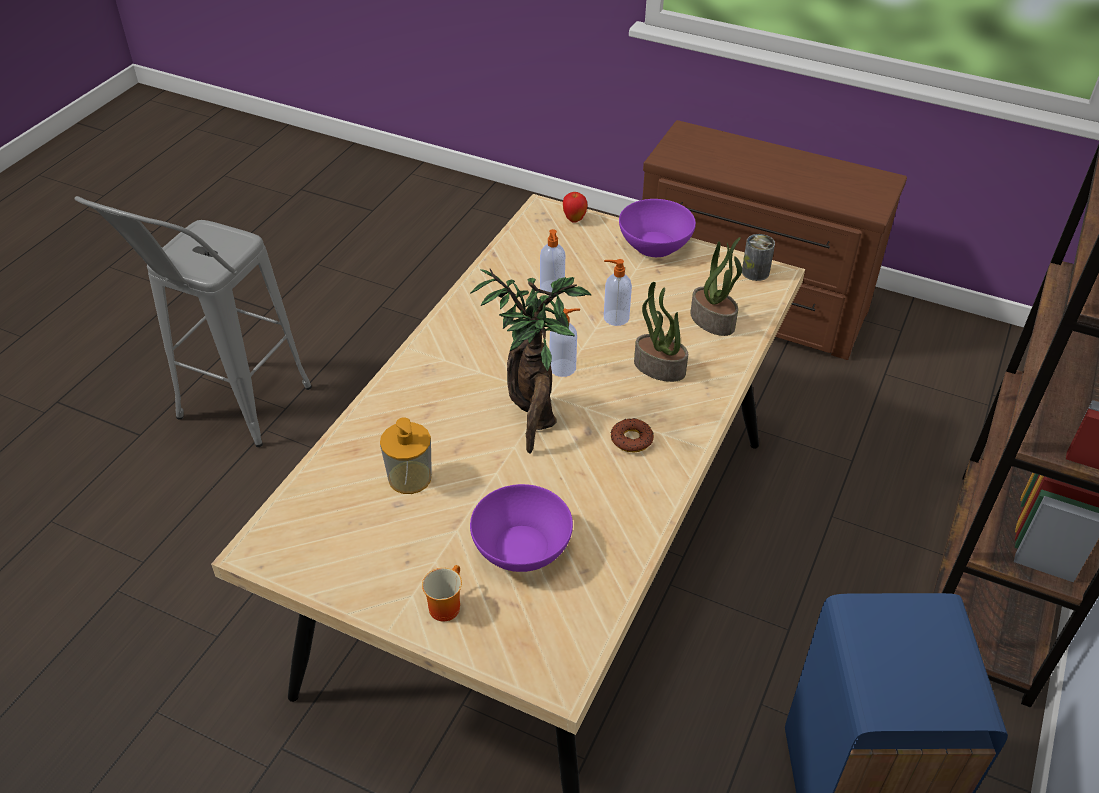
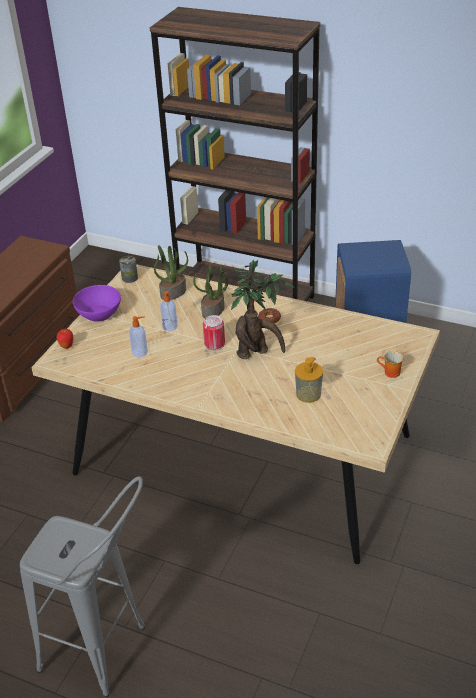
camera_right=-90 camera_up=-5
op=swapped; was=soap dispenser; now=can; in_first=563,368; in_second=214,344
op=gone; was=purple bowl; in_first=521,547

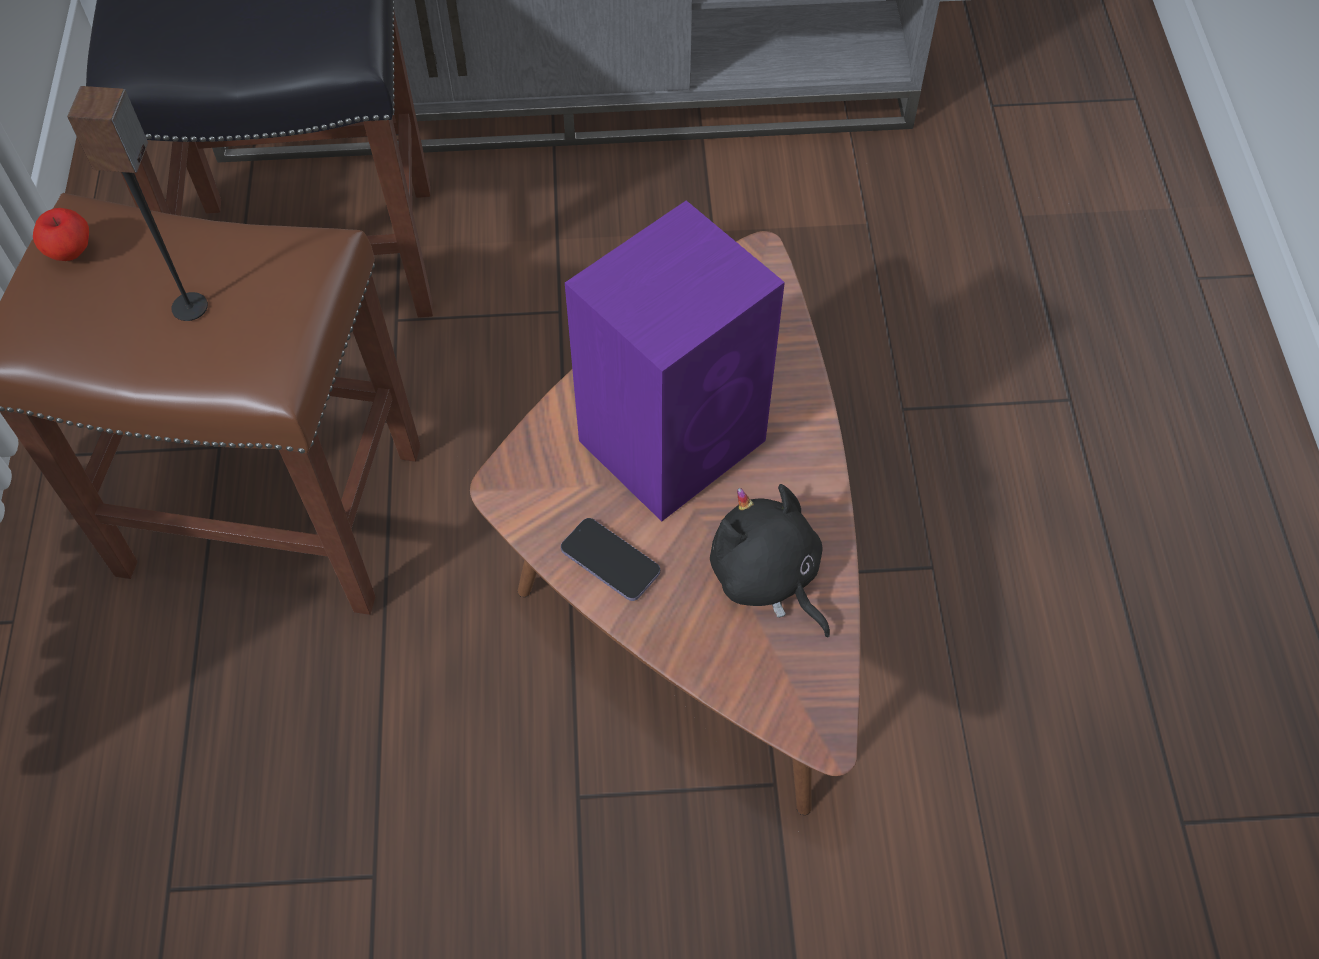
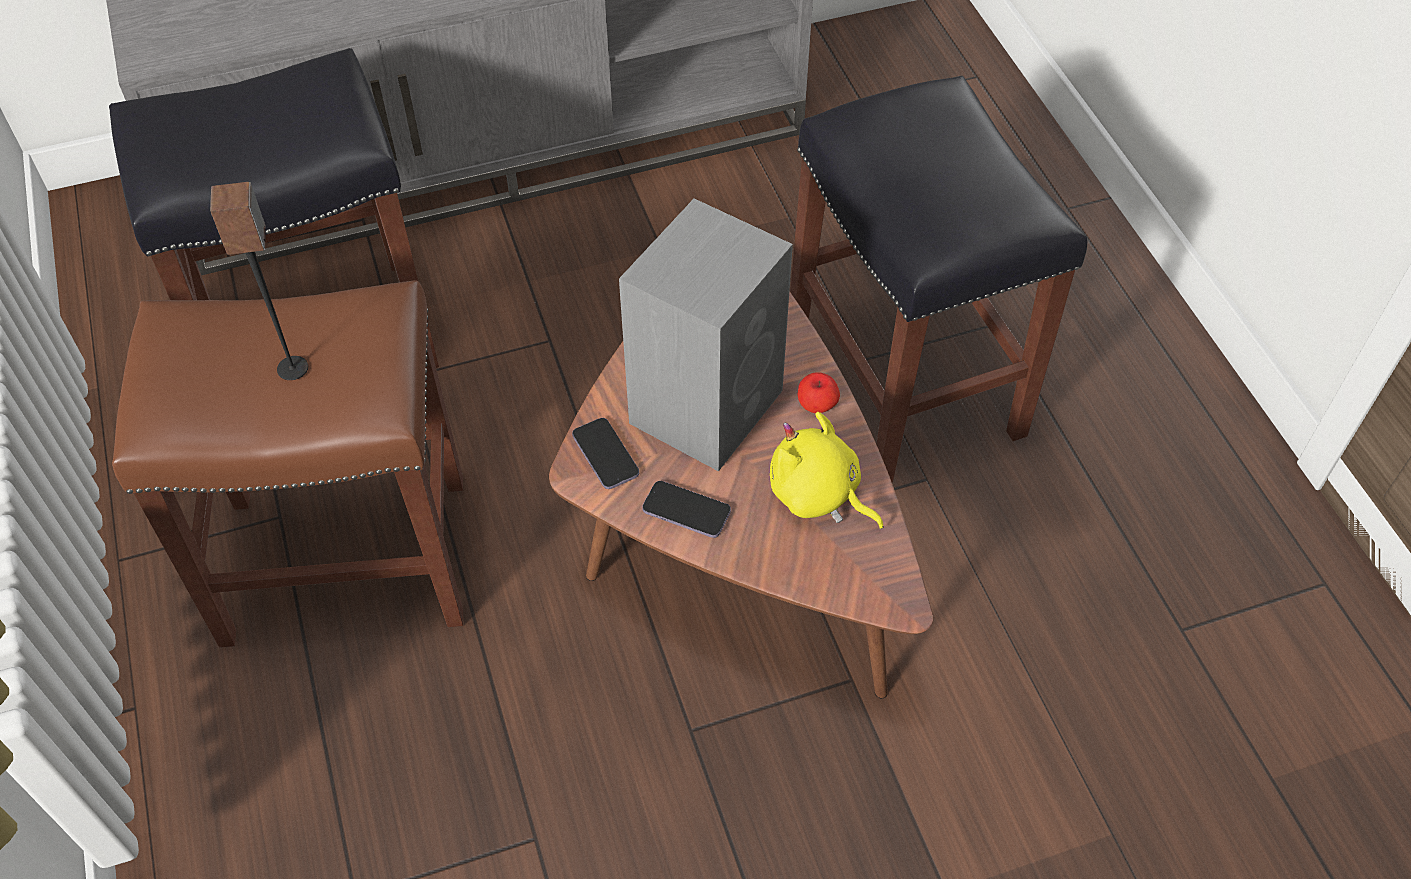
camera_right=-15 camera_up=-5
op=new; now=phone; in_second=605,455
op=repainted; was=purple speaker; now=grey speaker; in_first=675,438; in_second=708,404
op=repainted; was=black plush toy; now=yellow plush toy; in_first=767,577; in_second=818,495
op=new; now=black stool; in_second=906,383
op=shifted; was=apple; in_first=71,252; in_second=817,405

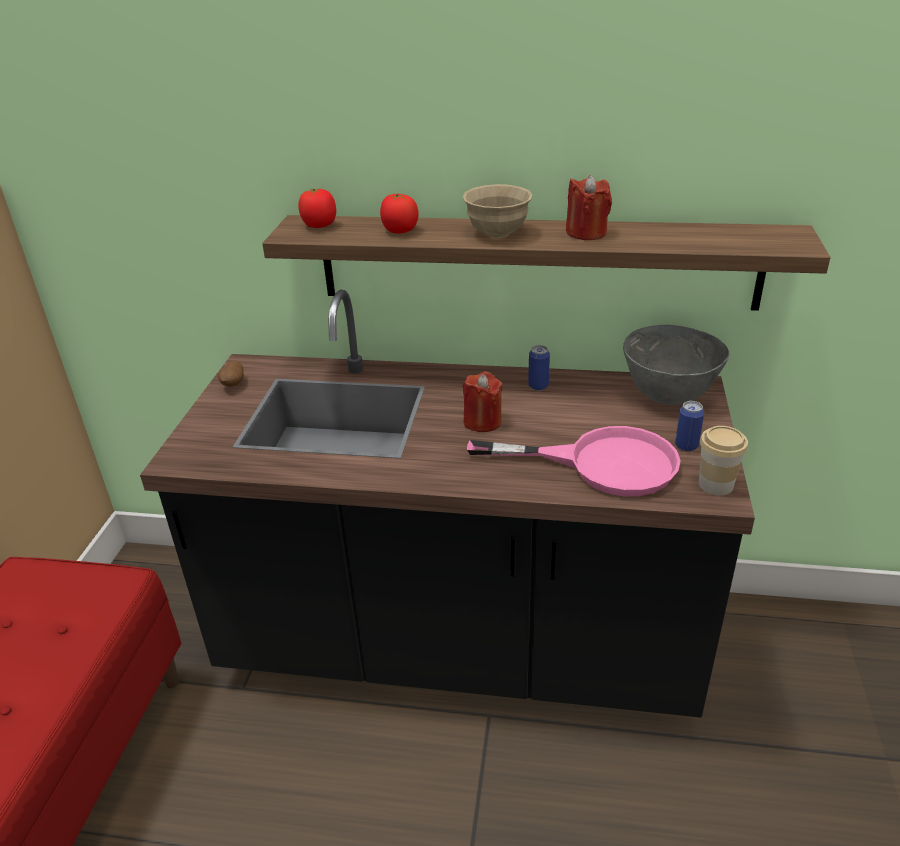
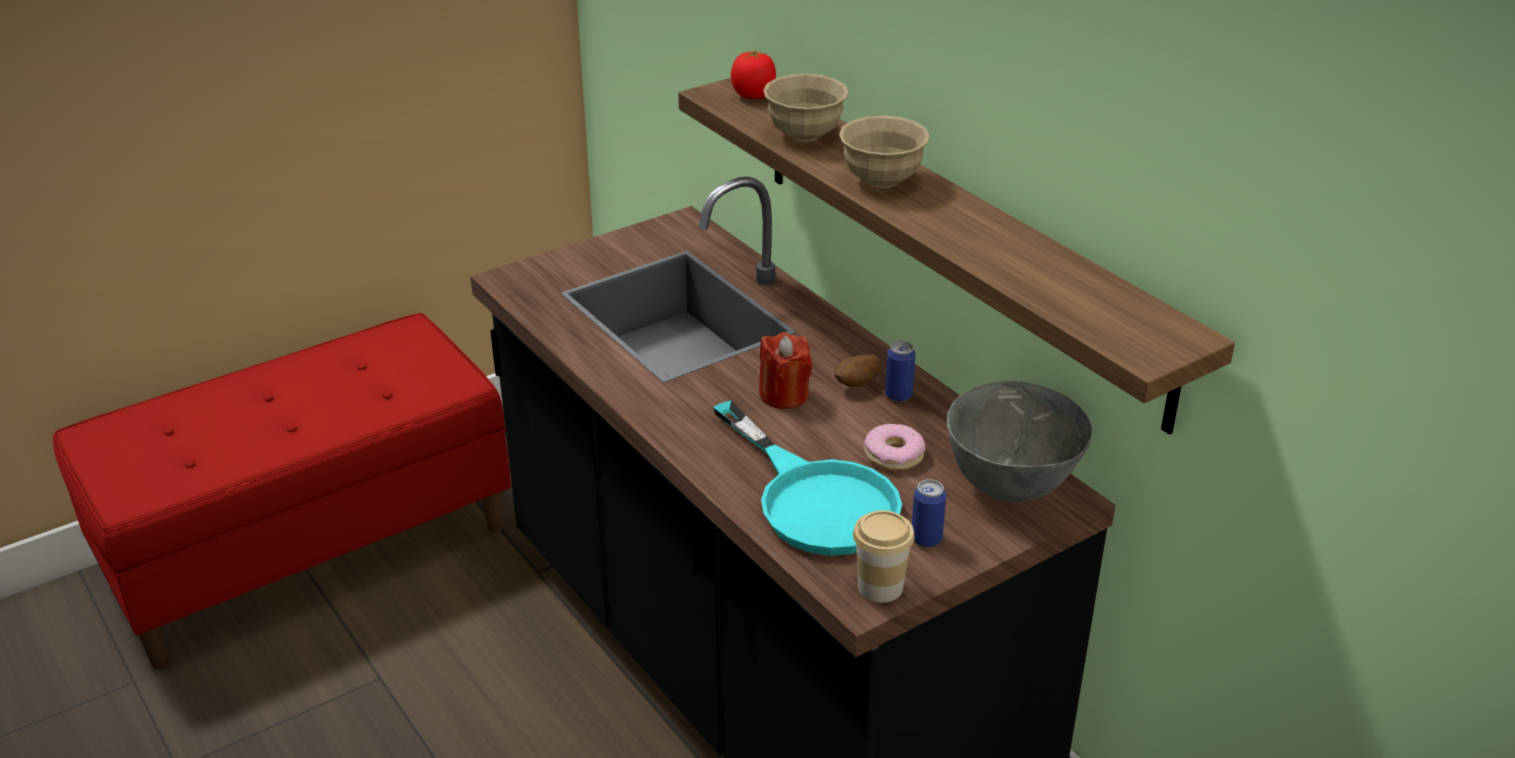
camera_right=45 camera_up=0
op=repainted; was=pink frying pan; now=turquoise frying pan; in_first=601,463; in_second=815,498
op=swapped; was=tomato; now=beige bowl; in_first=400,231; in_second=805,135
op=shifted; was=potato; in_first=234,384; in_second=857,384
op=new; now=donut; in_second=893,455
op=gone; was=red candle; in_first=586,233

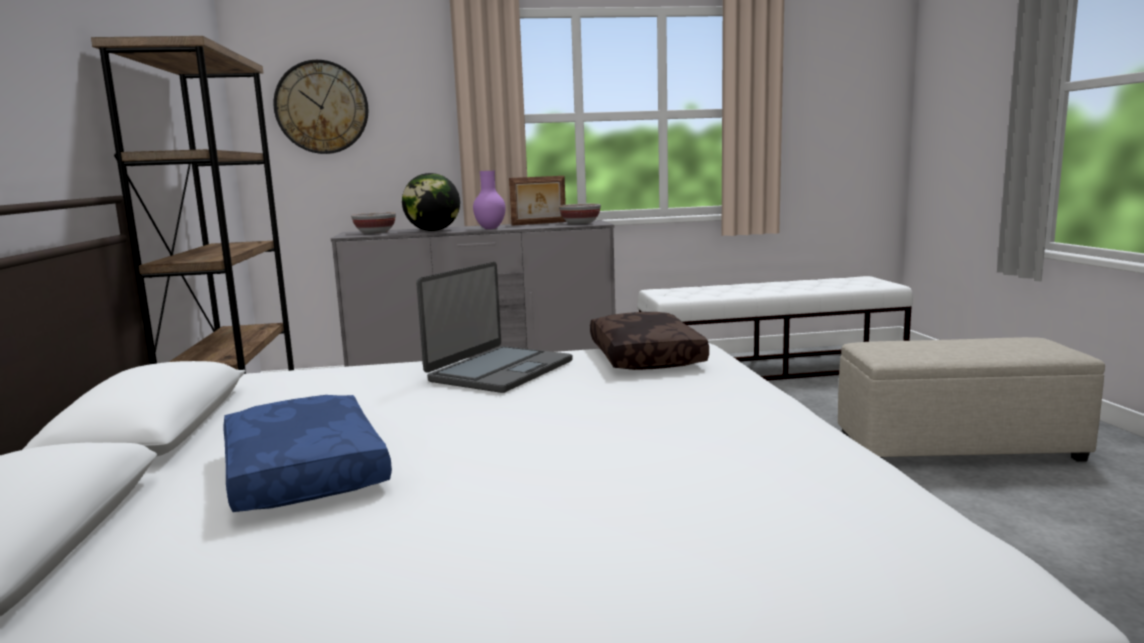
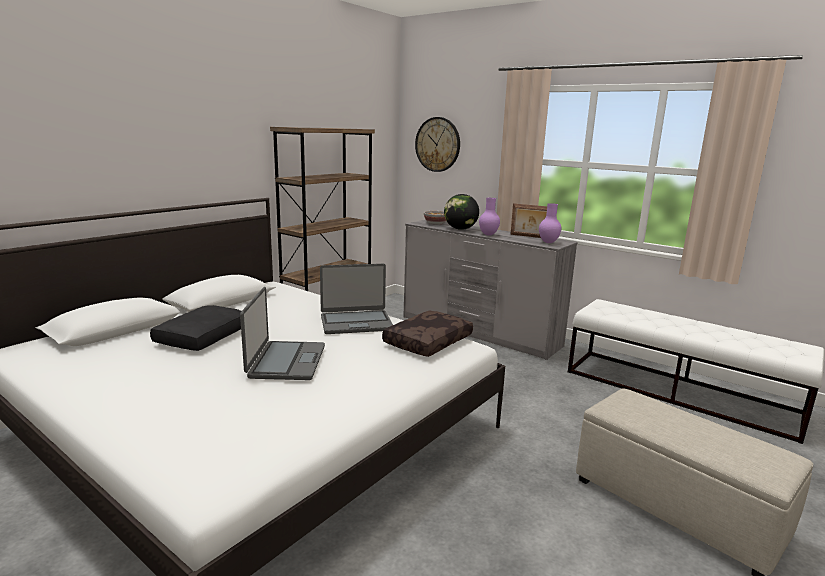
camera_right=45 camera_up=5
op=repainted; was=blue pillow; now=black pillow; in_first=300,472; in_second=203,336
op=new; now=laptop; in_second=286,361
op=swapped; was=bowl; now=purple vase; in_first=580,223; in_second=548,242

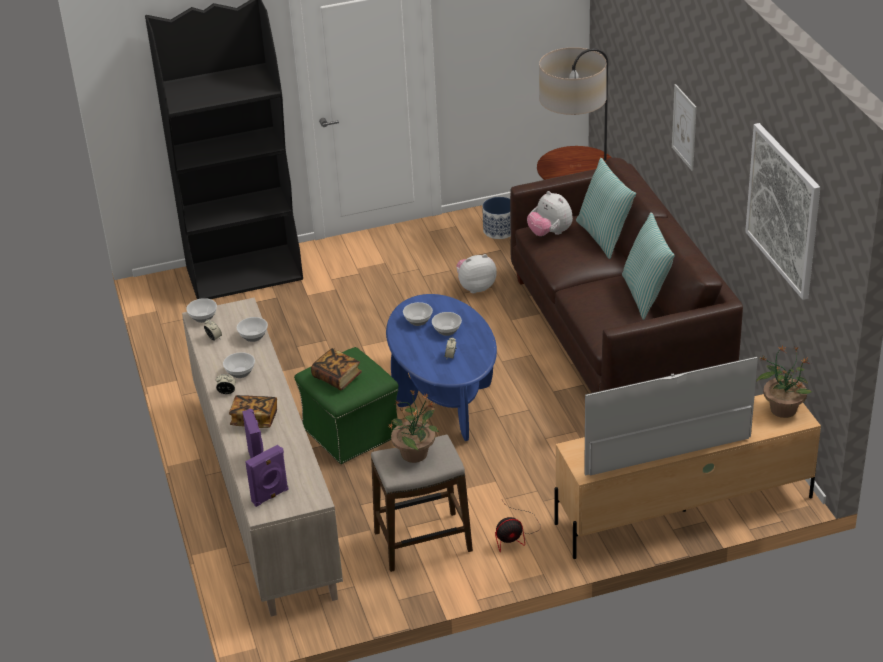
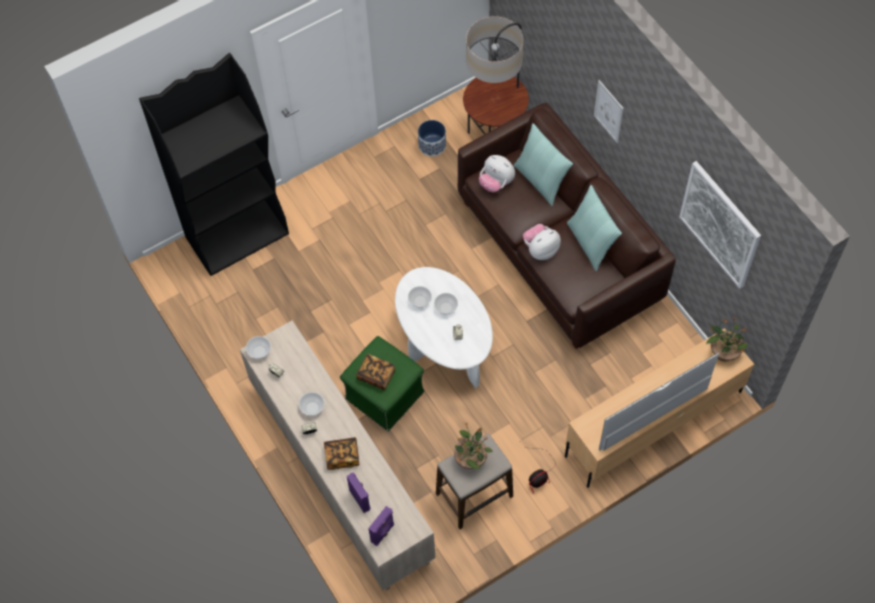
camera_right=-15 camera_up=25
op=repainted; was=blue coffee table; now=white coffee table; in_first=444,396; in_second=444,343
op=shifted; was=plush toy; in_first=476,287; in_second=540,249
op=gone; was=bowl; in_first=253,336

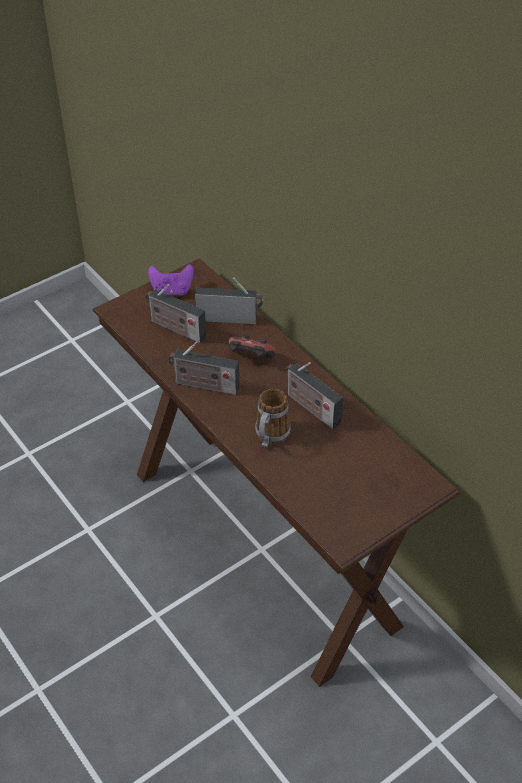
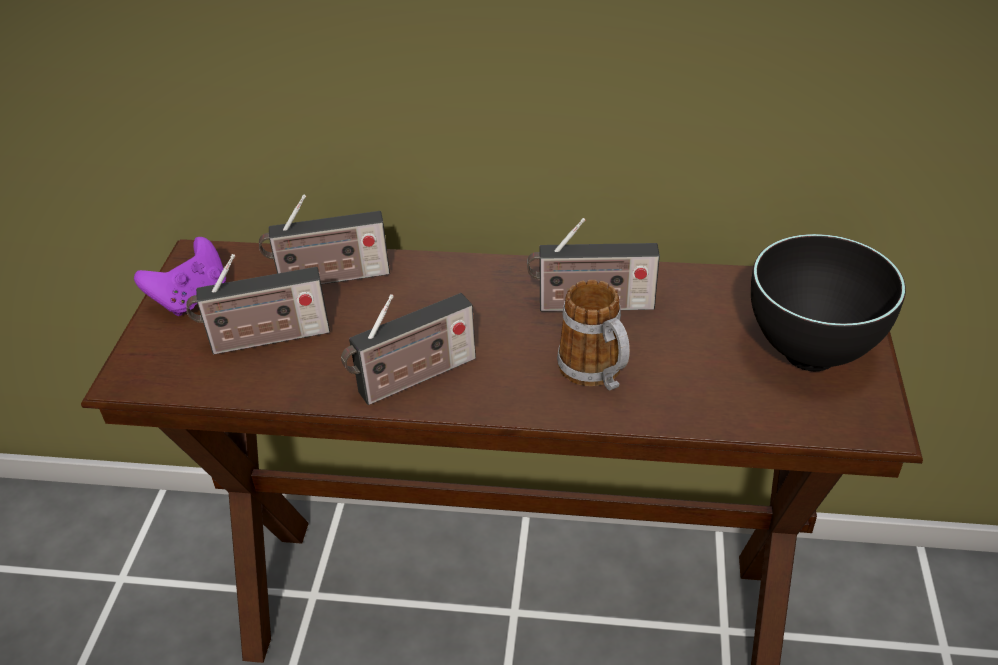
camera_right=-45 camera_up=-5
op=rotated; was=radio; in_first=230,318; in_second=329,278; clockwise=-150
op=new; now=black bowl; in_second=806,357
op=gone; was=game controller; in_first=250,358

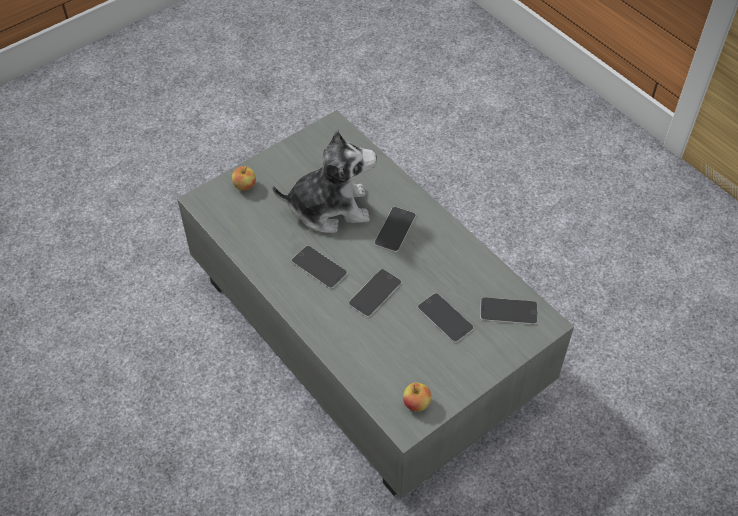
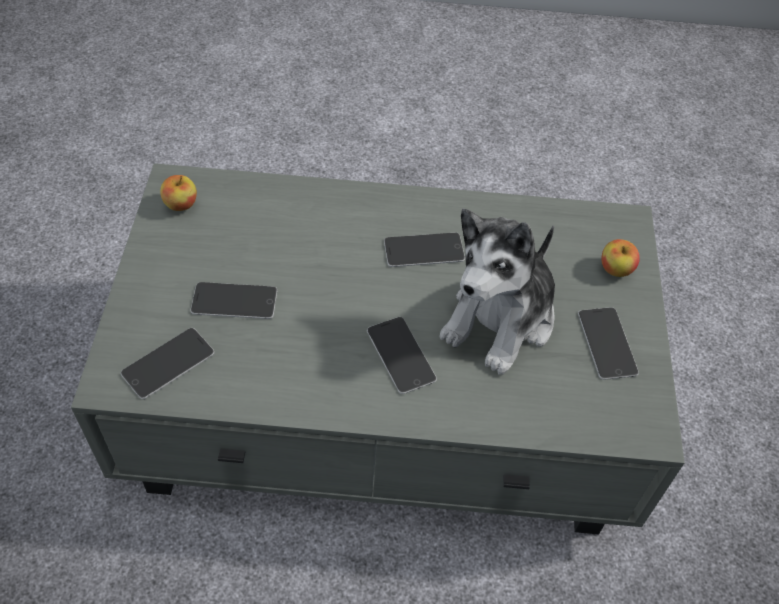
camera_right=130 camera_up=0
op=shifted; was=phone; in_first=375,293; in_second=607,343

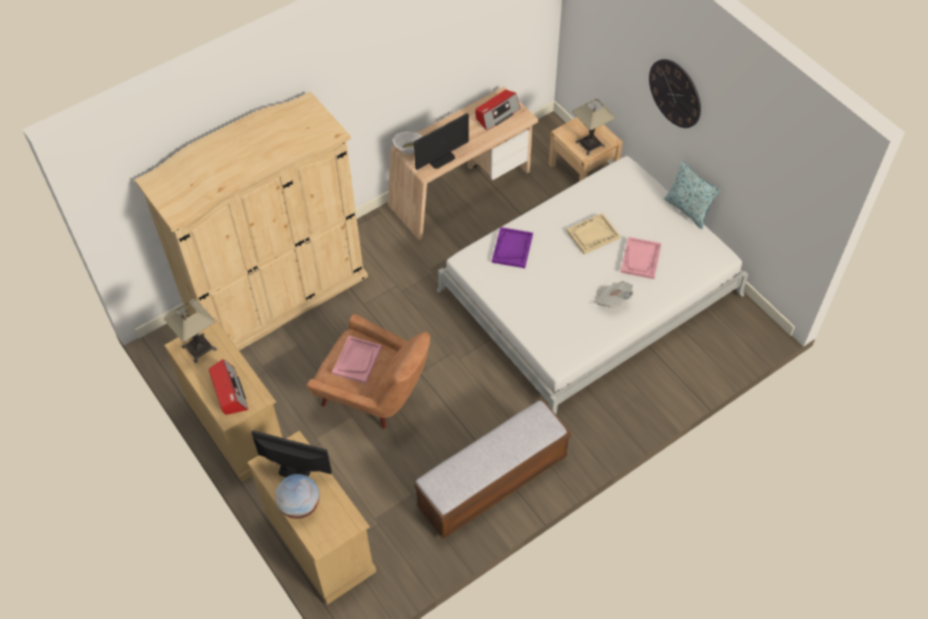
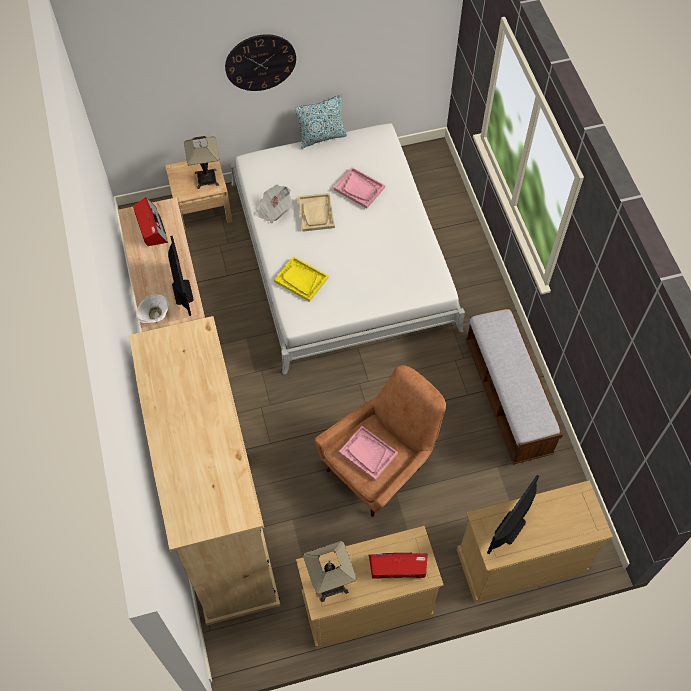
camera_right=-70 camera_up=5
op=shifted; was=newspaper; in_first=611,299; in_second=274,210
op=repainted; was=purple tray; now=yellow tray; in_first=512,248; in_second=301,280
op=gone; was=globe; in_first=300,505

